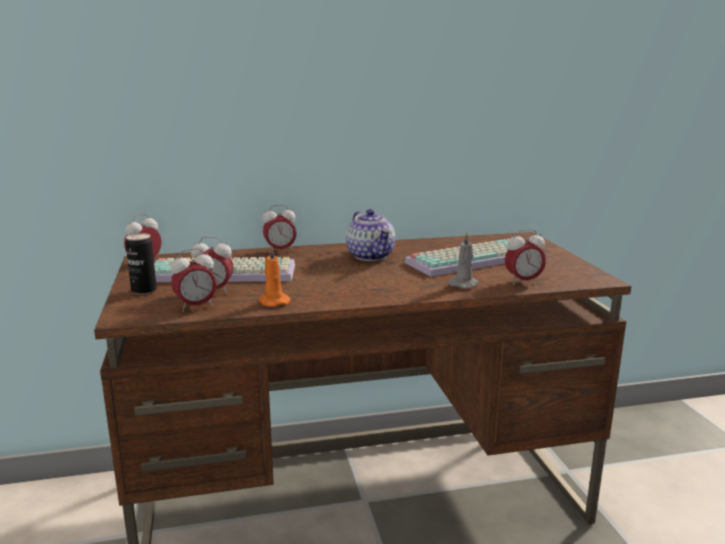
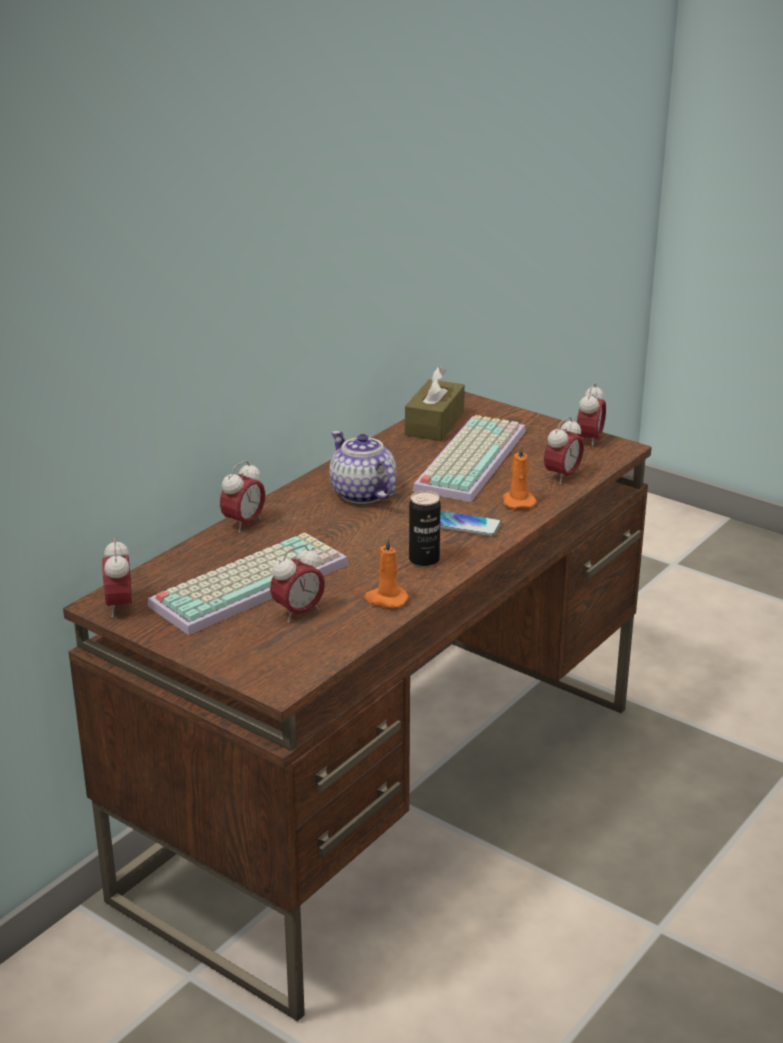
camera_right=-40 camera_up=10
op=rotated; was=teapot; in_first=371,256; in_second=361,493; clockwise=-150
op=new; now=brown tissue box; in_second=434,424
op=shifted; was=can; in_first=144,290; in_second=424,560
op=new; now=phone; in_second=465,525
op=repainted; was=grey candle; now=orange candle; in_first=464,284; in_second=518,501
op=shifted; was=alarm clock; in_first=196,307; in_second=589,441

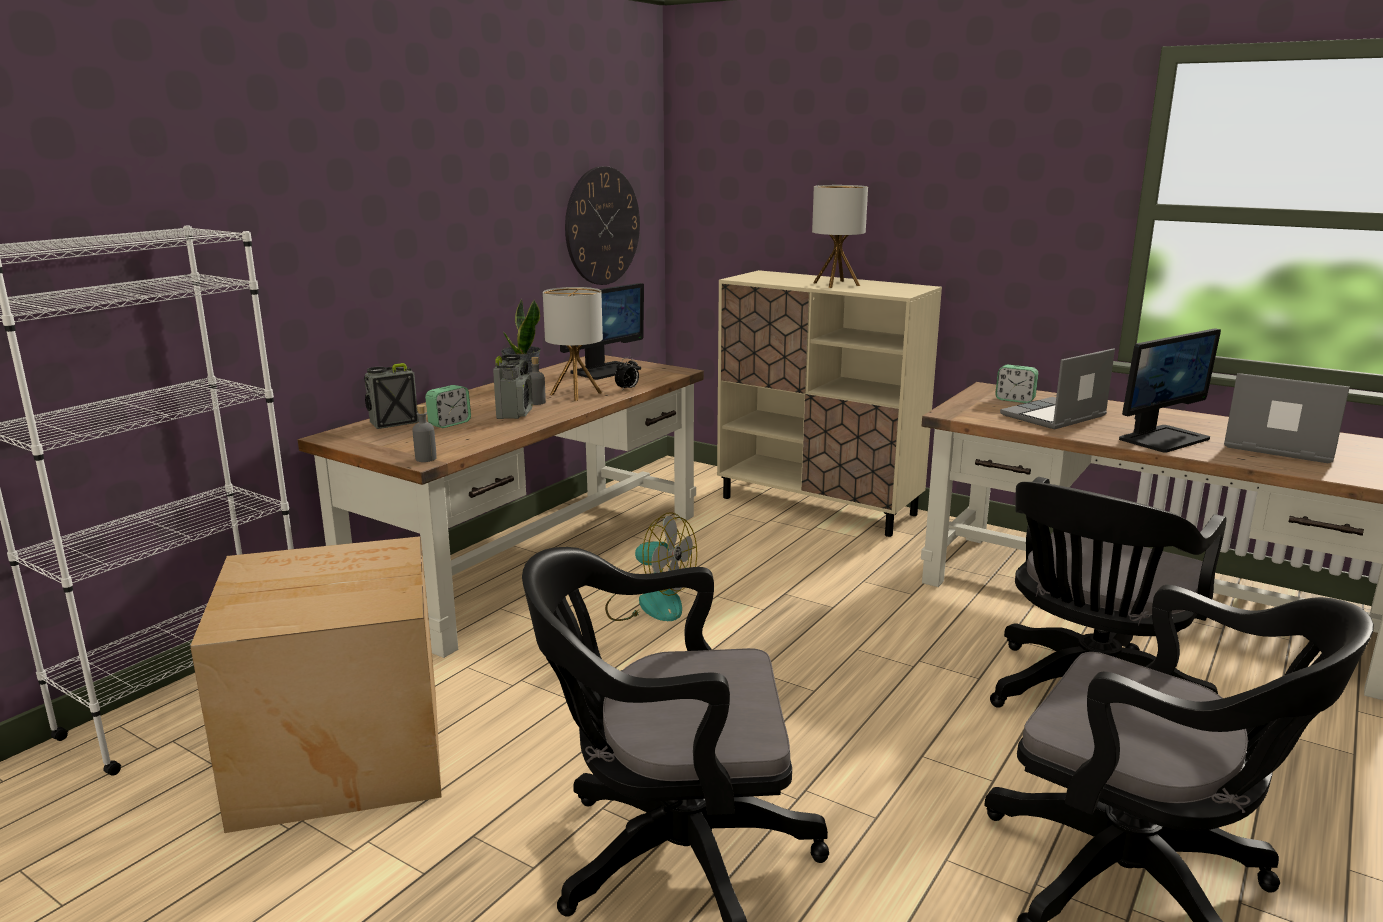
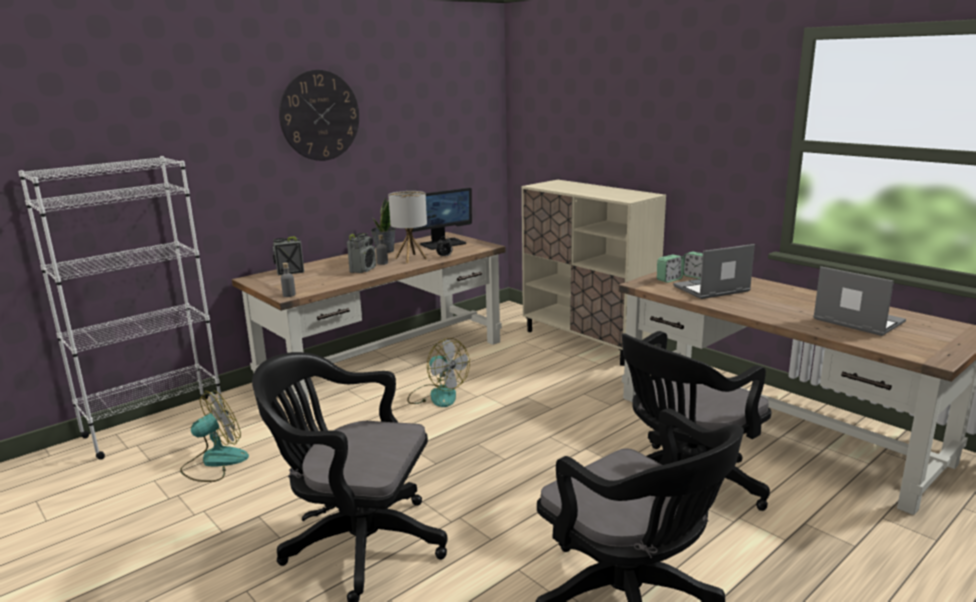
camera_right=15 camera_up=0
op=swapped; was=cardboard box; now=fan; in_first=338,753; in_second=214,462
op=shifted; was=wall clock; in_first=602,226; in_second=319,115
op=shifted; was=alarm clock; in_first=449,423; in_second=669,279
op=gone; was=table lamp; in_first=836,284
op=gone; was=monitor; in_first=1162,438

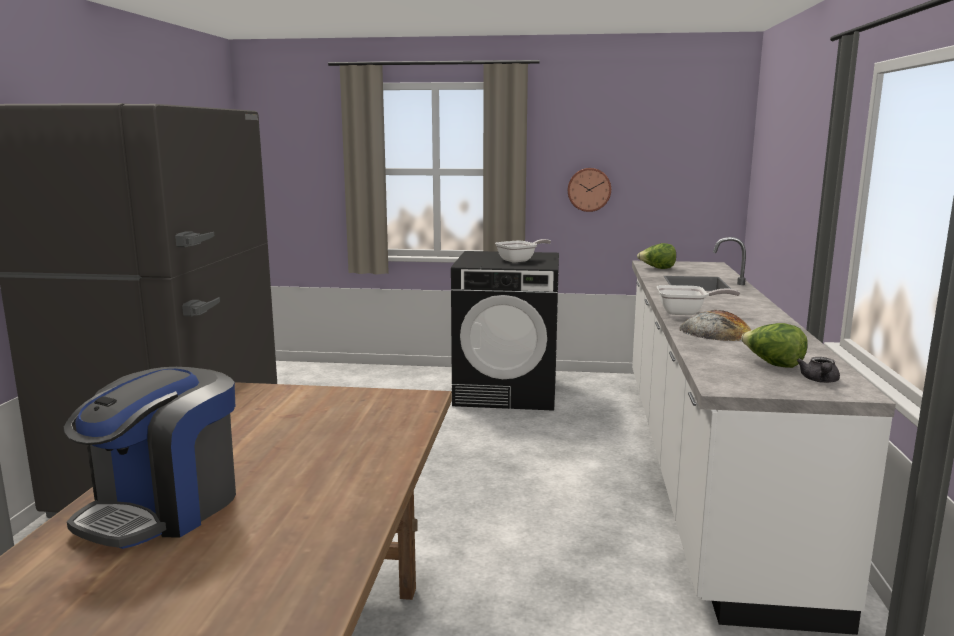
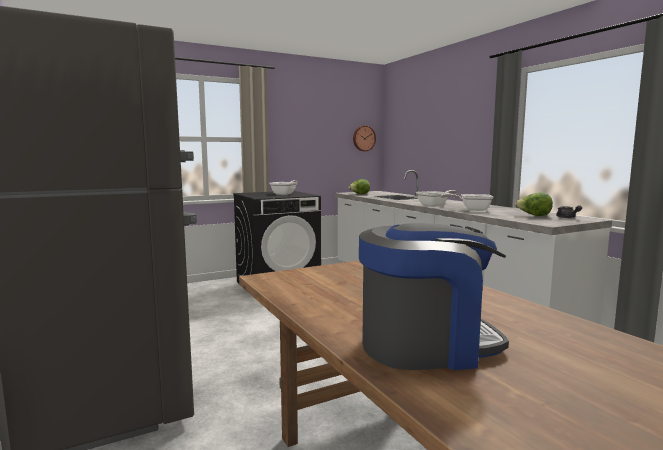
camera_right=-35 camera_up=-5
op=shifted; was=wall clock; in_first=589,189; in_second=363,138
op=rotated; was=coffee machine; in_first=163,508; in_second=426,345; clockwise=-90
op=swapped; was=bread; now=frying pan; in_first=715,332; in_second=472,209

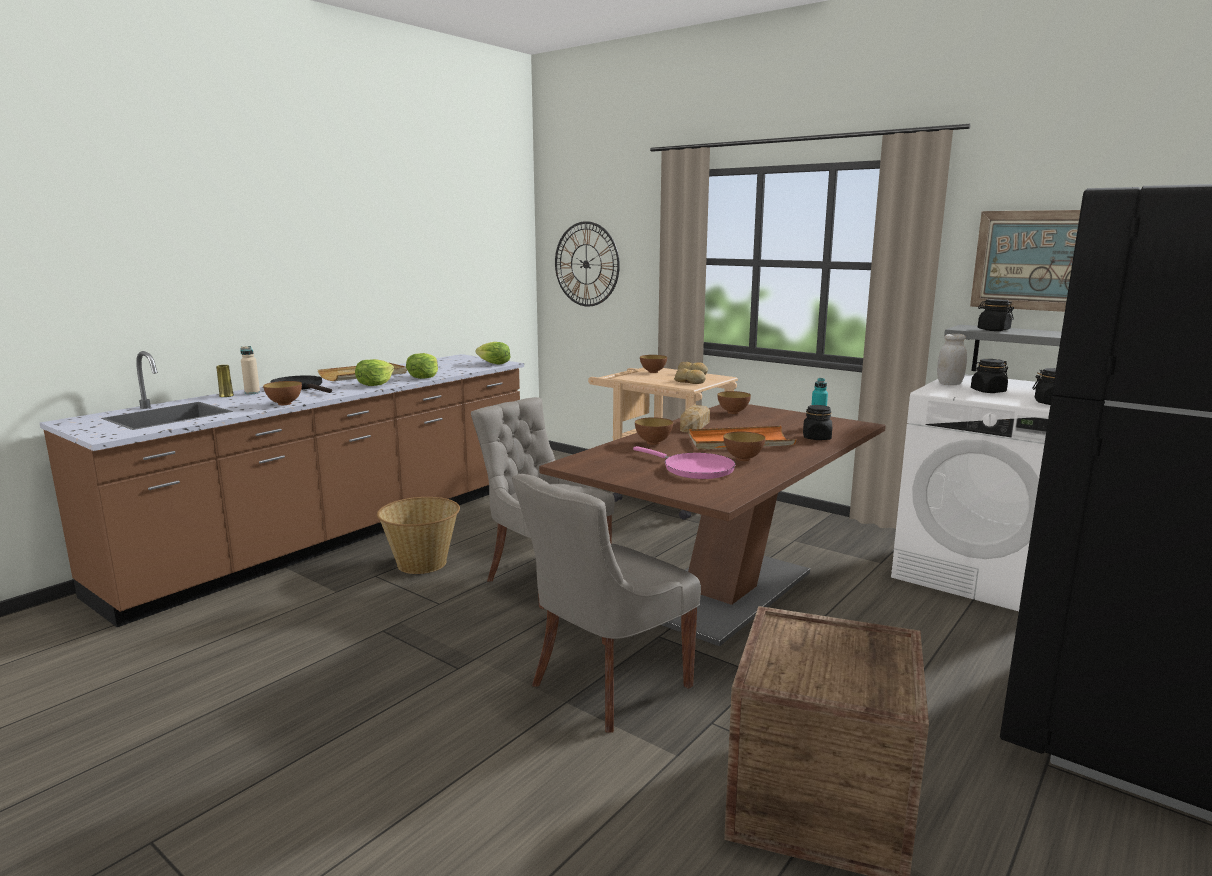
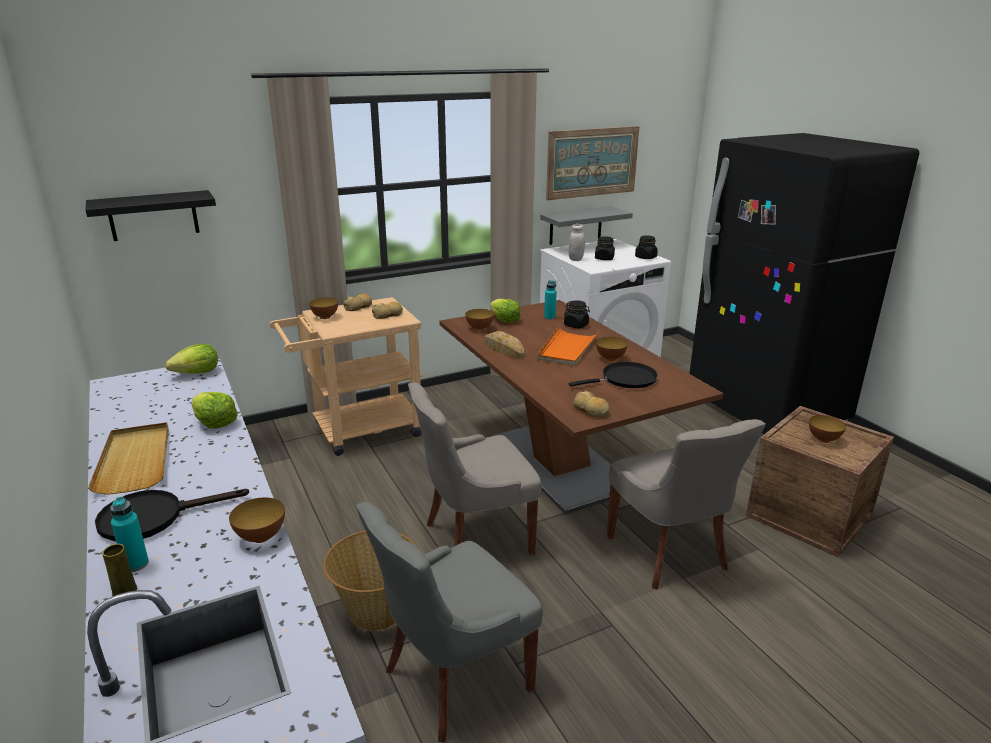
camera_right=-65 camera_up=10
op=swapped; was=wall clock; now=black shelf; in_first=586,264; in_second=153,215
op=repainted; was=beige bottle; now=turquoise bottle; in_first=252,393; in_second=136,564
op=new; now=grey chair; in_second=453,680
op=shifted; was=lettuce; in_first=375,384; in_second=504,320
op=repainted; was=pink frying pan; now=black frying pan; in_first=694,469; in_second=625,379
op=new; now=bread; in_second=590,410
op=shifted; was=bowl; in_first=653,442; in_second=823,439
op=gone; was=black jar; in_first=993,330

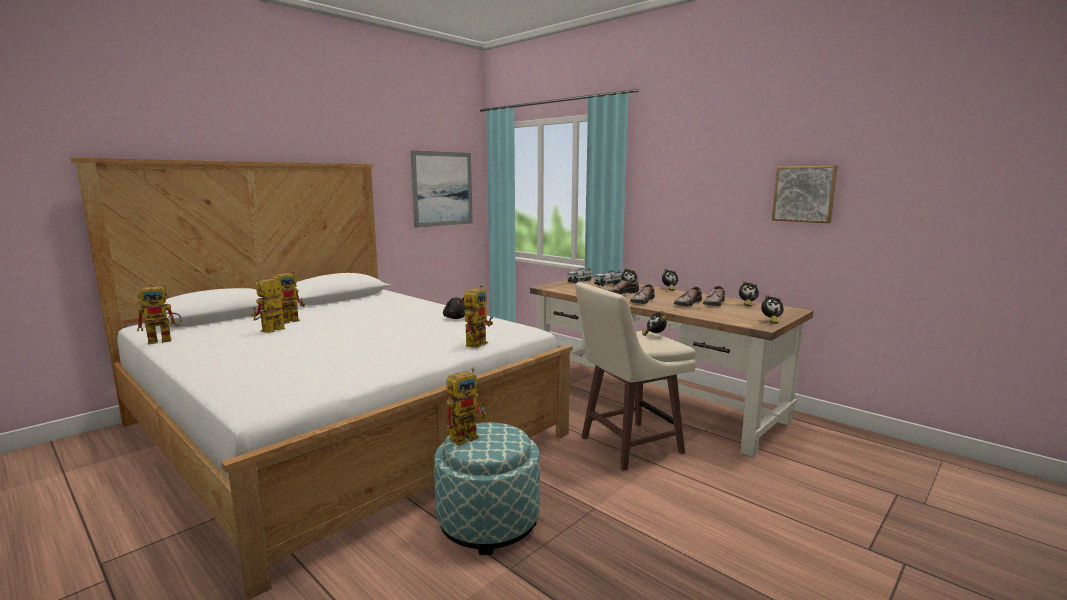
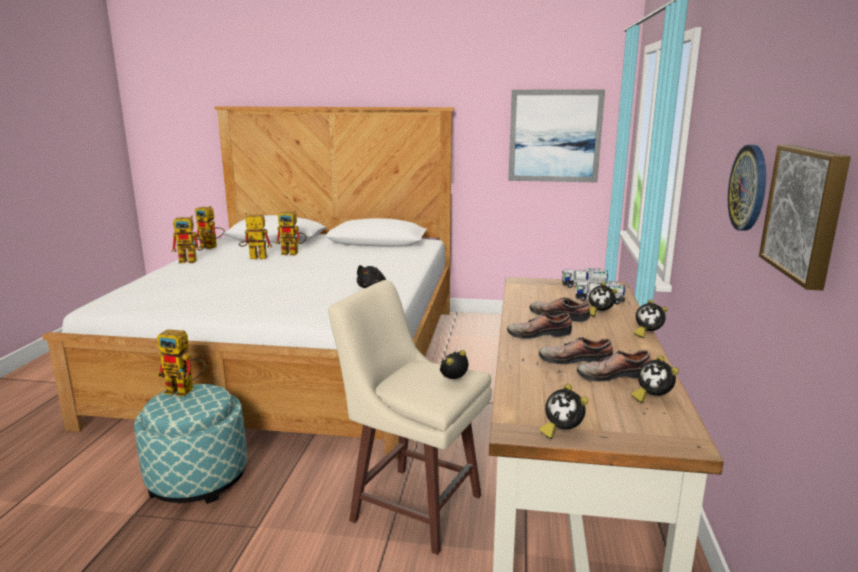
camera_right=55 camera_up=5
op=shifted; was=toy robot; in_first=477,342; in_second=192,261
op=new; now=wall clock; in_second=749,188

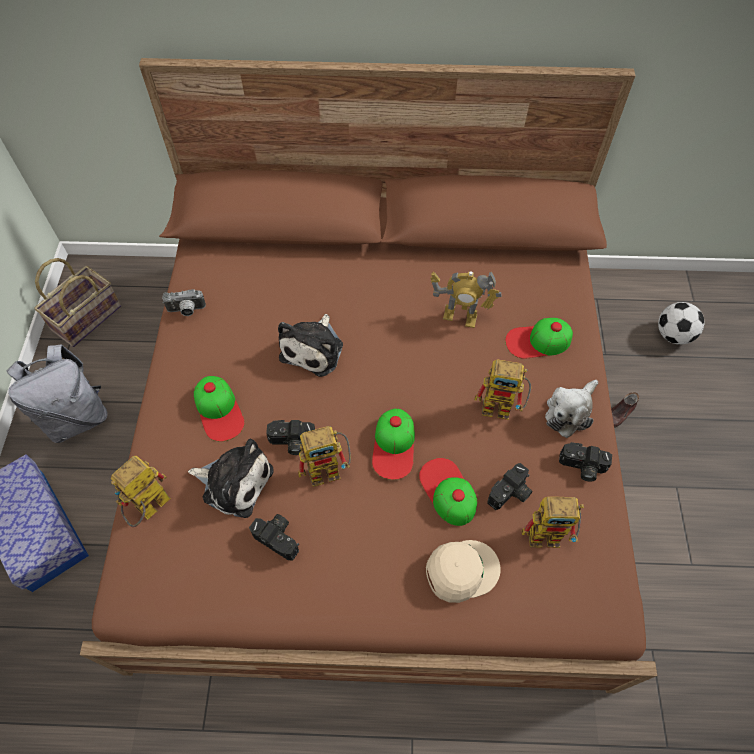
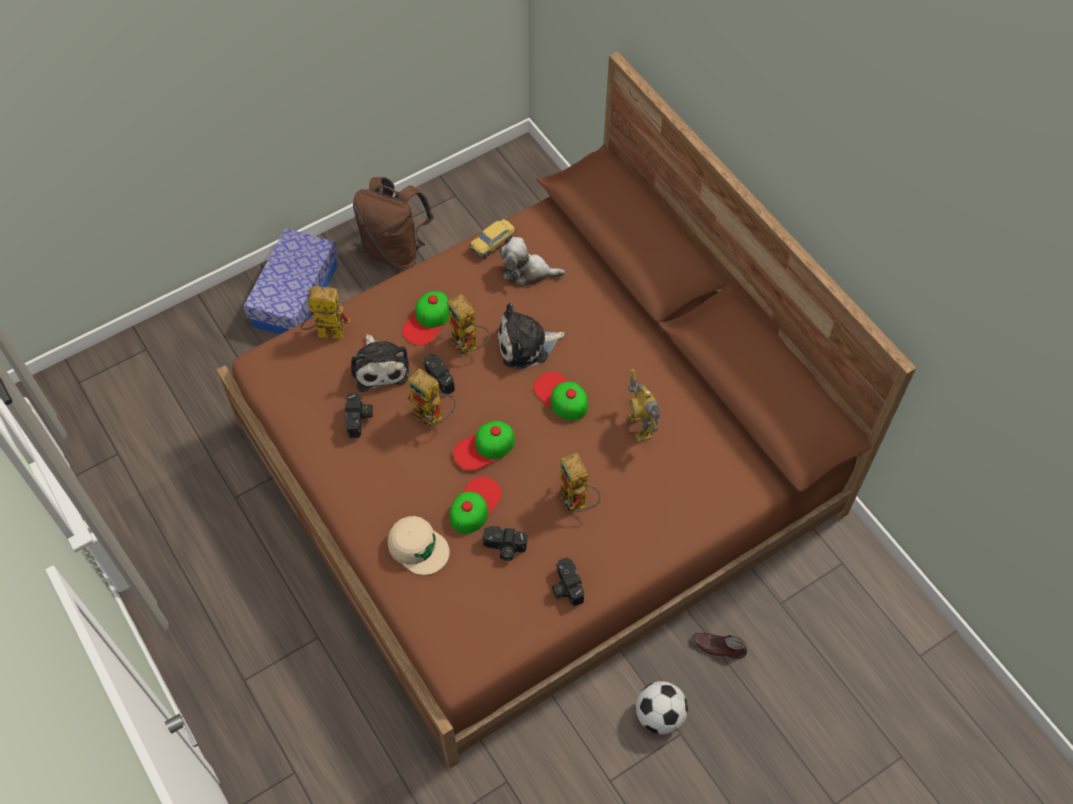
camera_right=55 camera_up=0
op=repainted; was=grey backpack; now=brown backpack; in_first=77,417; in_second=395,250
op=shifted; was=toy robot; in_first=551,533; in_second=469,346
op=swapped; was=photo camera; now=toy car; in_first=186,311; in_second=493,243
op=shifted; was=plush toy; in_first=569,412; in_second=527,272
op=shifted; was=cap; in_first=538,341; in_second=561,396
op=shifted; was=football; in_first=673,335; in_second=659,715
op=gone; was=basket; in_first=86,317

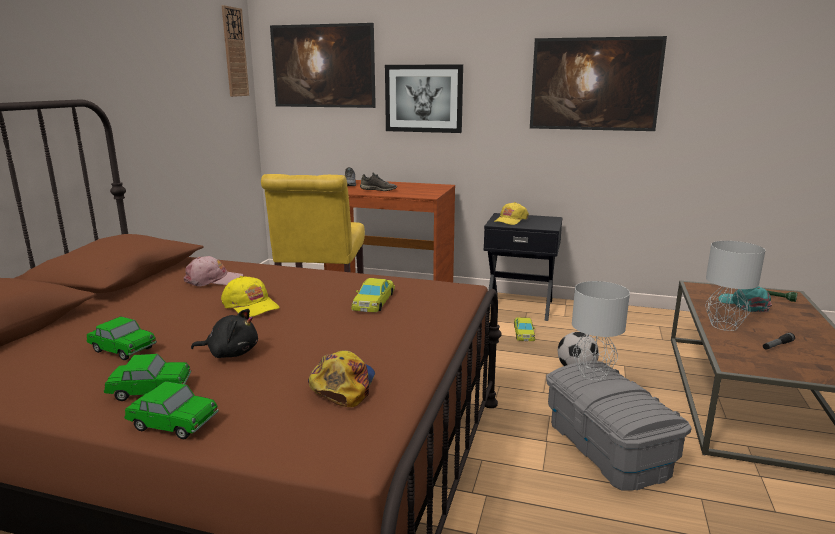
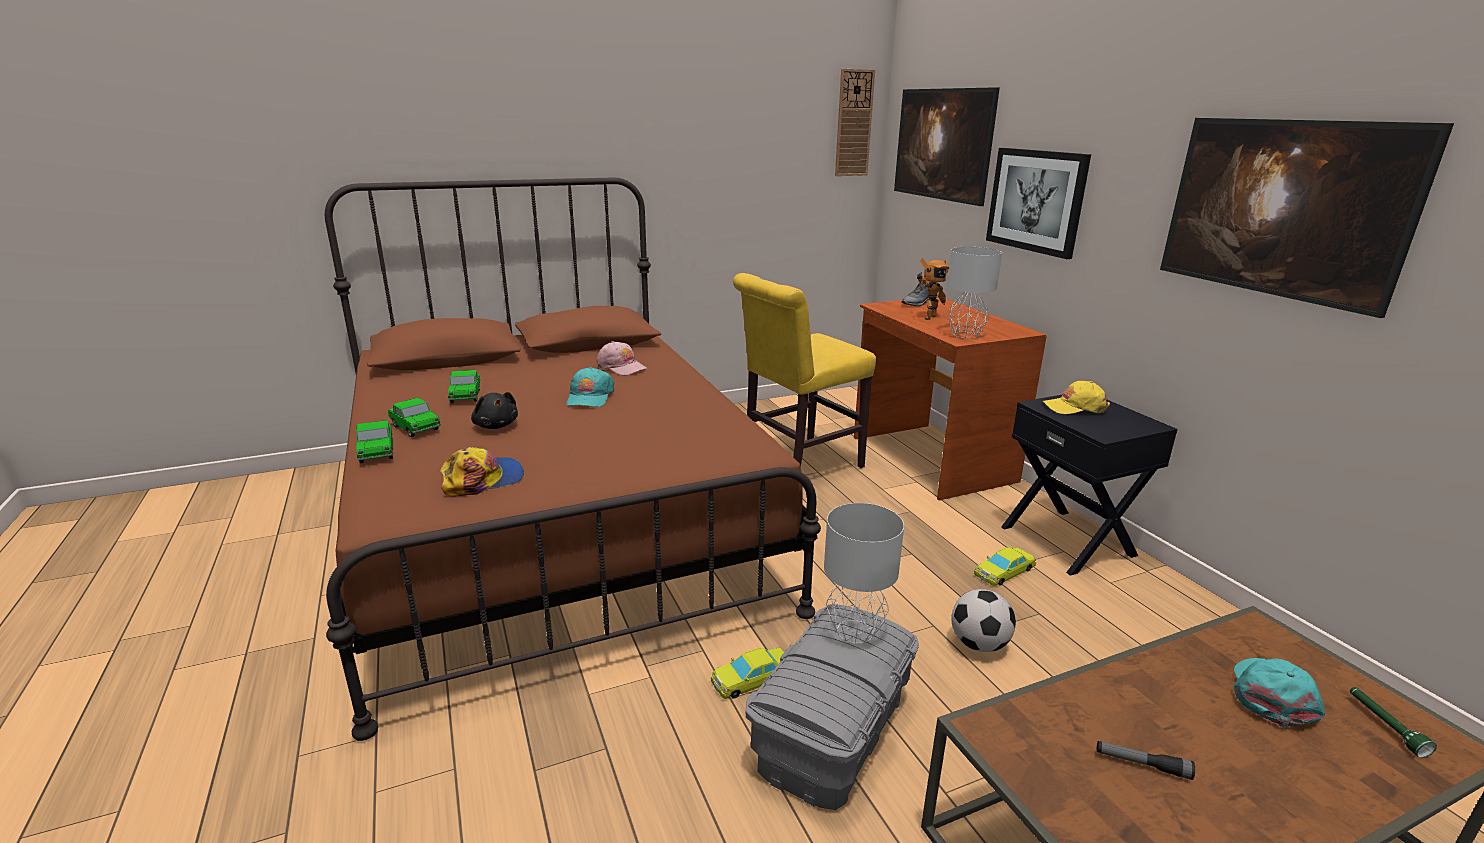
camera_right=50 camera_up=5
op=repainted; was=yellow cap; now=turquoise cap; in_first=251,306; in_second=590,397
op=shifted; was=yellow toy car; in_first=373,301; in_second=752,678
op=swapped; was=grey shoe; now=toy robot; in_first=378,190; in_second=927,317
op=shifted; was=grey table lamp; in_first=724,325; in_second=966,335

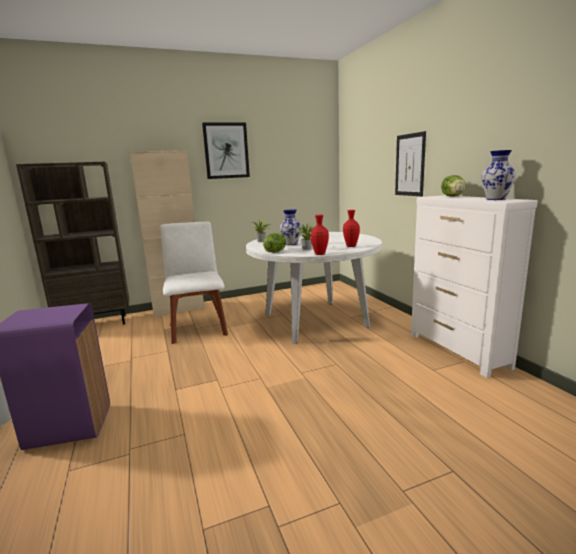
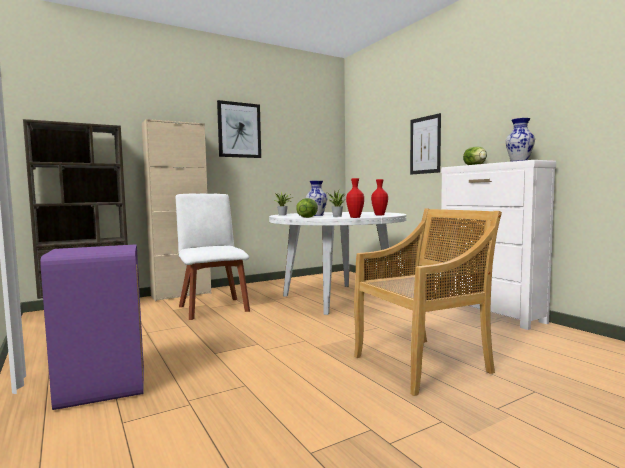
camera_right=-10 camera_up=-10
op=new; now=beige chair; in_second=422,364

